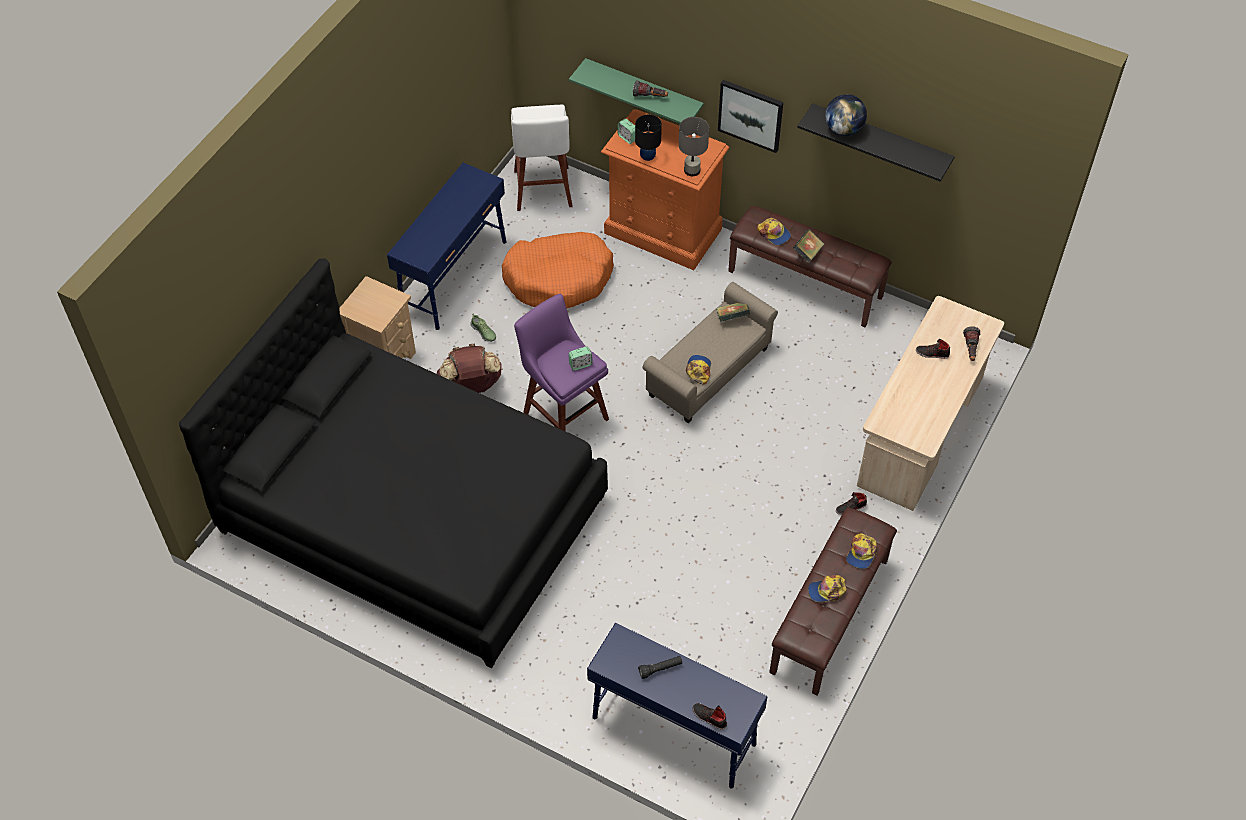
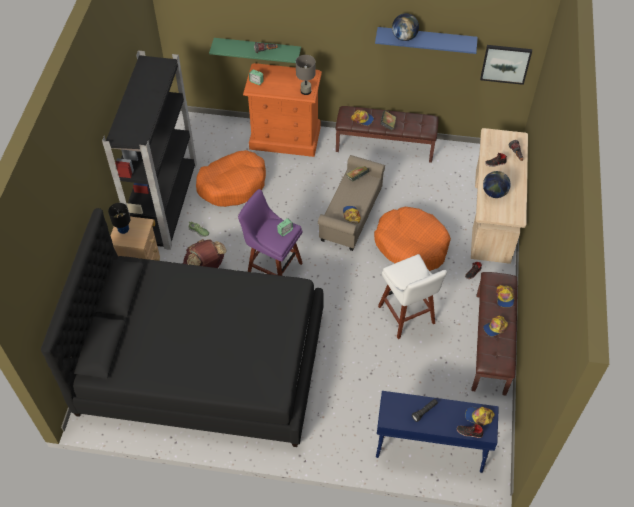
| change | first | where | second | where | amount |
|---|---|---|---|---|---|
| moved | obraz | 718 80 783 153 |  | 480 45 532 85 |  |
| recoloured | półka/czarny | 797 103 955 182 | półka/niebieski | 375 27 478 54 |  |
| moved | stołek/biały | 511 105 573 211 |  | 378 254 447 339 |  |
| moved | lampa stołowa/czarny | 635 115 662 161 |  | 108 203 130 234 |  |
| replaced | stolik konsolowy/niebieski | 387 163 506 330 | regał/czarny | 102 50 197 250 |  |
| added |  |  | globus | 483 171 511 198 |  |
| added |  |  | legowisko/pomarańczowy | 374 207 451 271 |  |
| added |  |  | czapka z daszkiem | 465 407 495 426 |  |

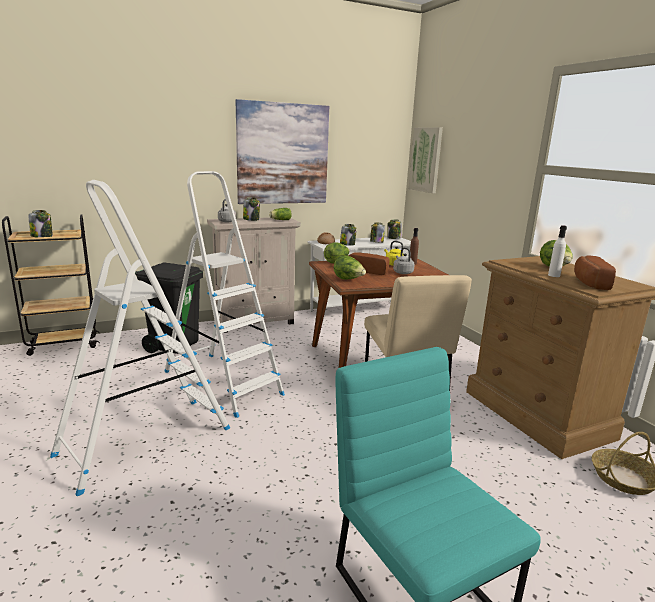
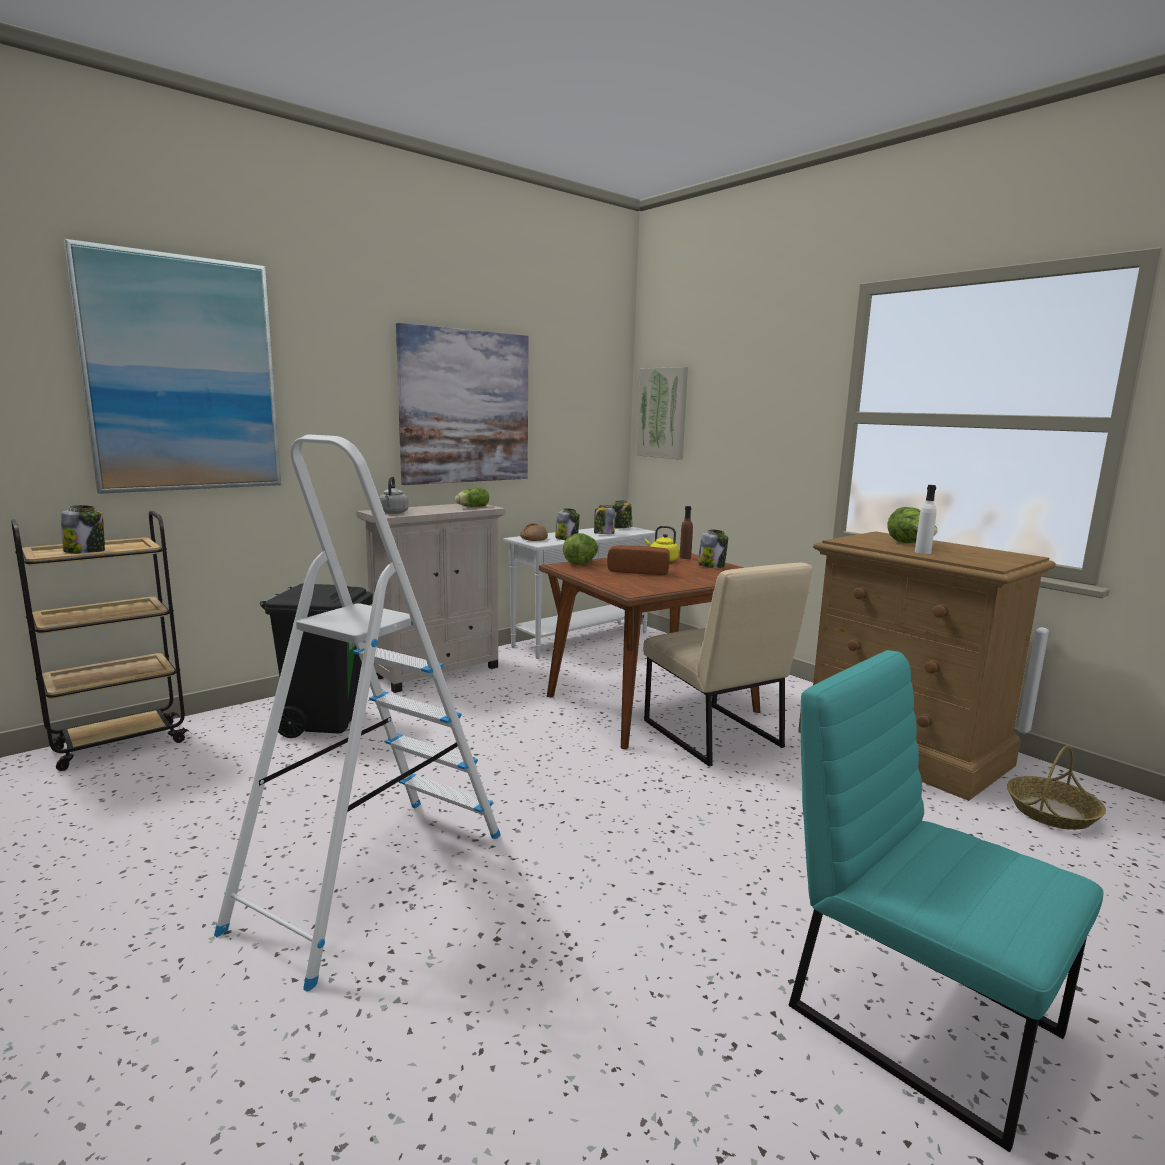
| change | first | where | second | where | amount |
|---|---|---|---|---|---|
| removed | drabinka/biały | 165 171 285 418 |  |  |  |
| moved | słoik | 243 197 260 221 |  | 698 529 728 568 |  |
| removed | czajnik/szary | 393 247 415 274 |  |  |  |
| removed | sałata | 334 256 366 280 |  |  |  |
| removed | chleb | 574 256 616 290 |  |  |  |
| added |  |  | obraz | 64 239 281 494 |  |

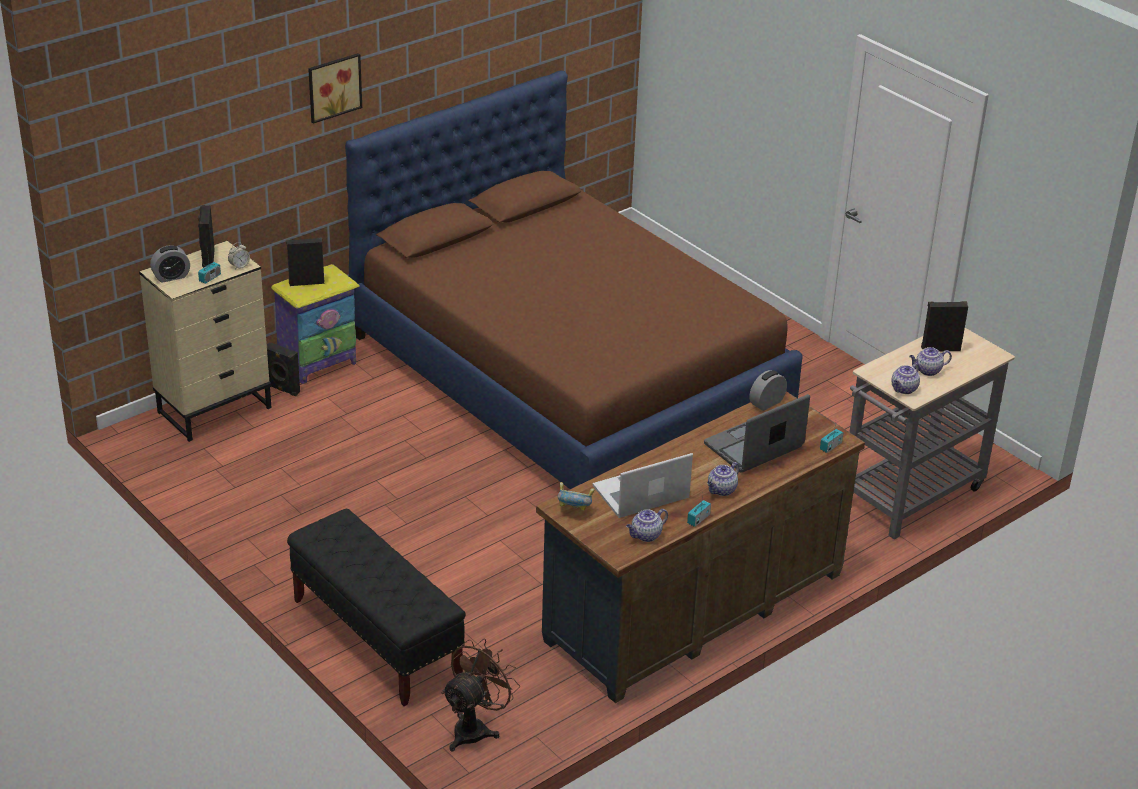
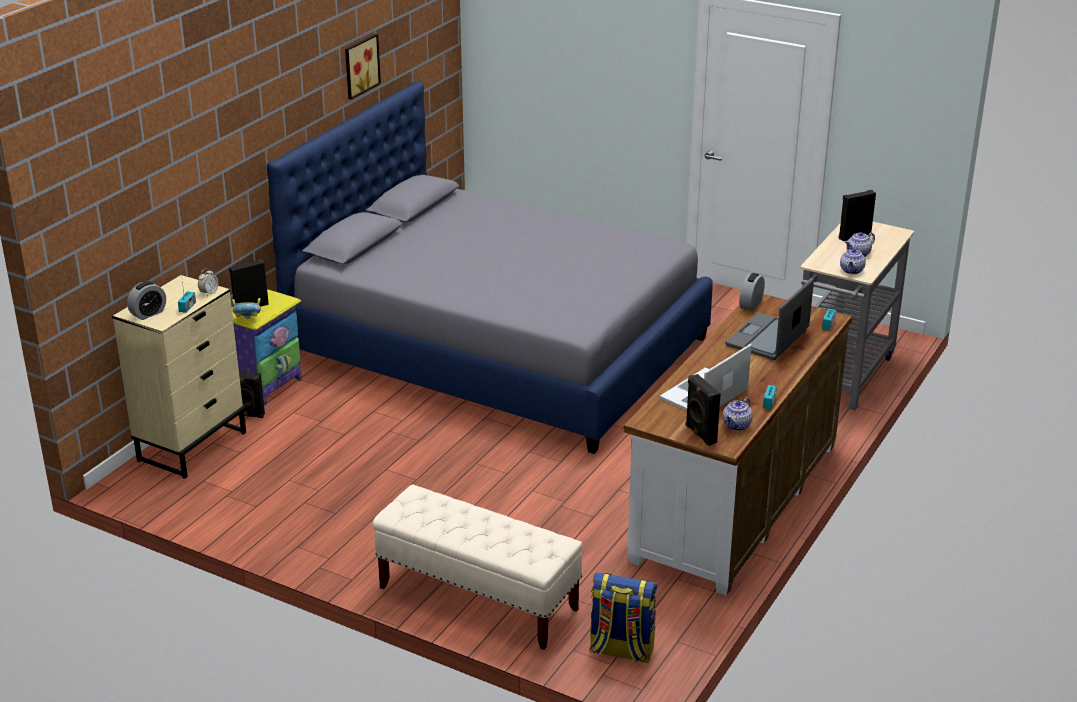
| change | first | where | second | where | amount |
|---|---|---|---|---|---|
| moved | obraz | 308 53 362 124 |  | 345 34 381 100 |  |
| recoloured | łóżko/brązowy | 345 70 803 489 | łóżko/szary | 267 82 712 454 |  |
| moved | głośnik/czarny | 198 205 215 268 |  | 686 374 721 446 |  |
| recoloured | komoda/niebieski | 536 391 865 703 | komoda/biały | 624 294 852 596 |  |
| removed | imbryk | 707 462 739 496 |  |  |  |
| moved | miska | 557 482 594 511 |  | 232 298 261 319 |  |
| recoloured | ławka/czarny | 287 509 466 706 | ławka/beżowy | 373 485 583 650 |  |
| replaced | wentylator/brązowy | 441 639 520 752 | plecak | 589 573 657 663 |  |

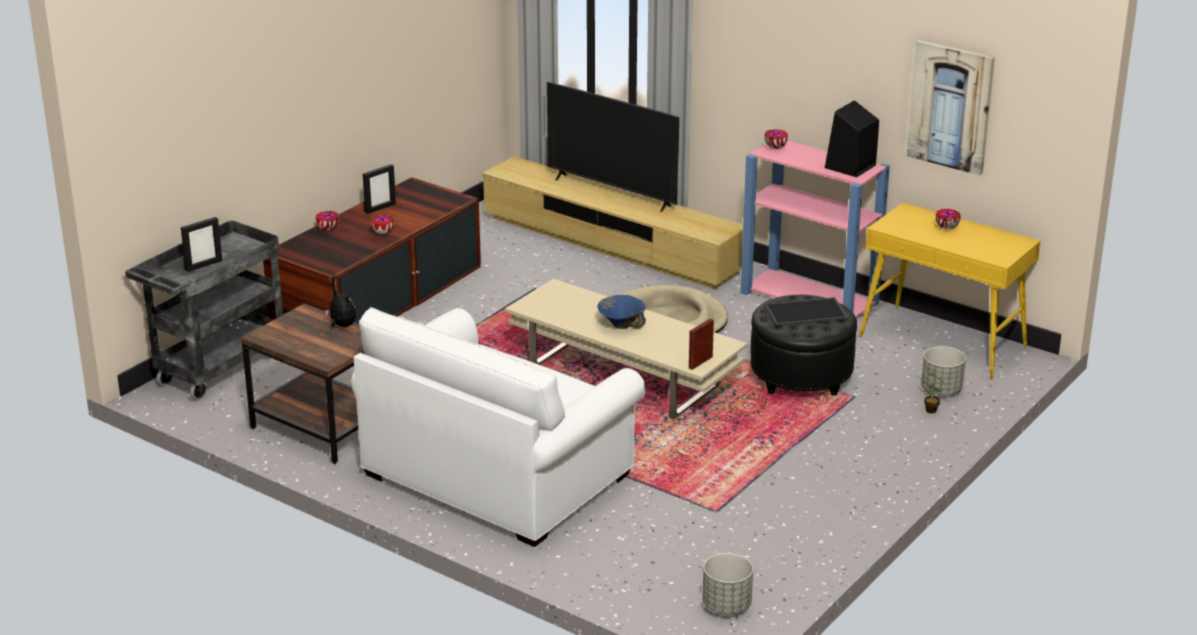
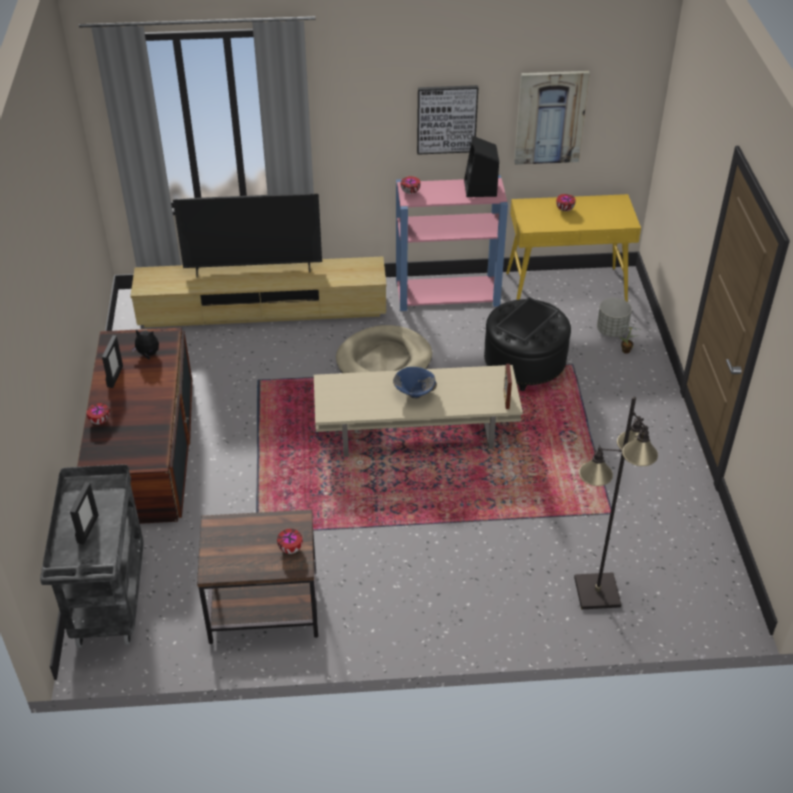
| change | first | where | second | where | amount |
|---|---|---|---|---|---|
| moved | miska | 371 214 394 234 |  | 277 529 303 554 |  |
| moved | pluszak | 325 288 356 327 |  | 132 330 159 359 |  |
| removed | kanapa/biały | 351 307 646 547 |  |  |  |
| removed | donica/szary | 703 553 753 615 |  |  |  |
| added |  |  | obraz | 417 85 478 155 |  |
| added |  |  | lampa stojąca/czarny | 574 397 658 610 |  |

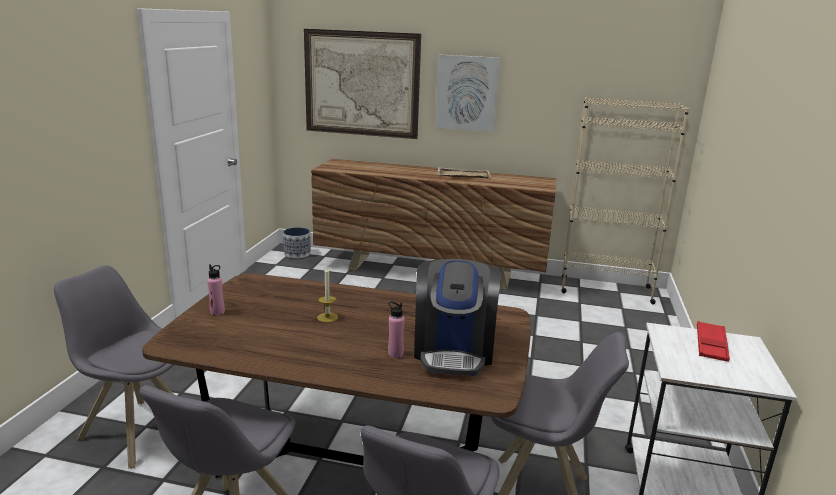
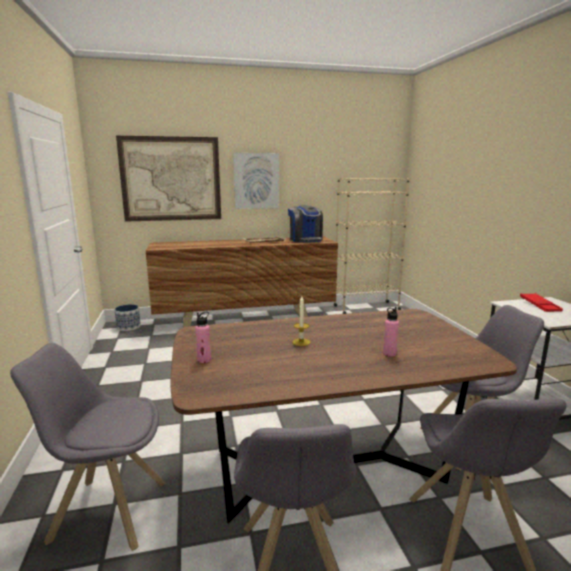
| change | first | where | second | where | amount |
|---|---|---|---|---|---|
| moved | ekspres do kawy | 414 259 501 376 |  | 288 205 323 243 |  |

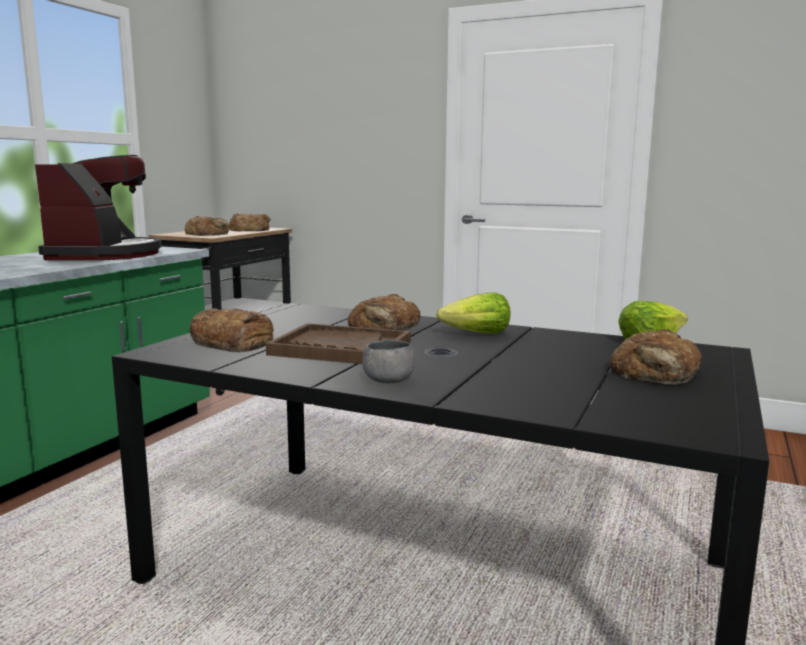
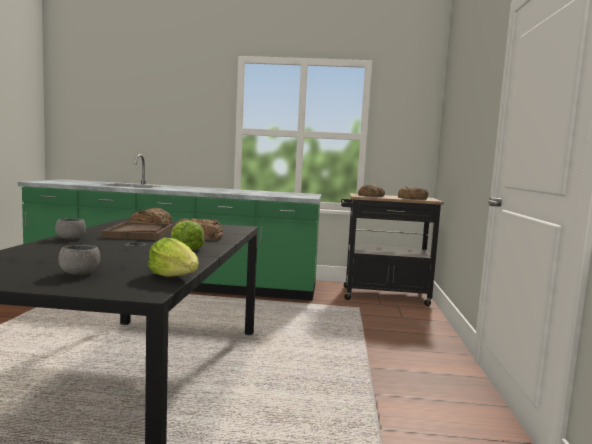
| change | first | where | second | where | amount |
|---|---|---|---|---|---|
| removed | ekspres do kawy | 35 155 161 261 |  |  |  |
| replaced | chleb | 610 329 702 384 | miska/szary | 58 245 100 275 |  |

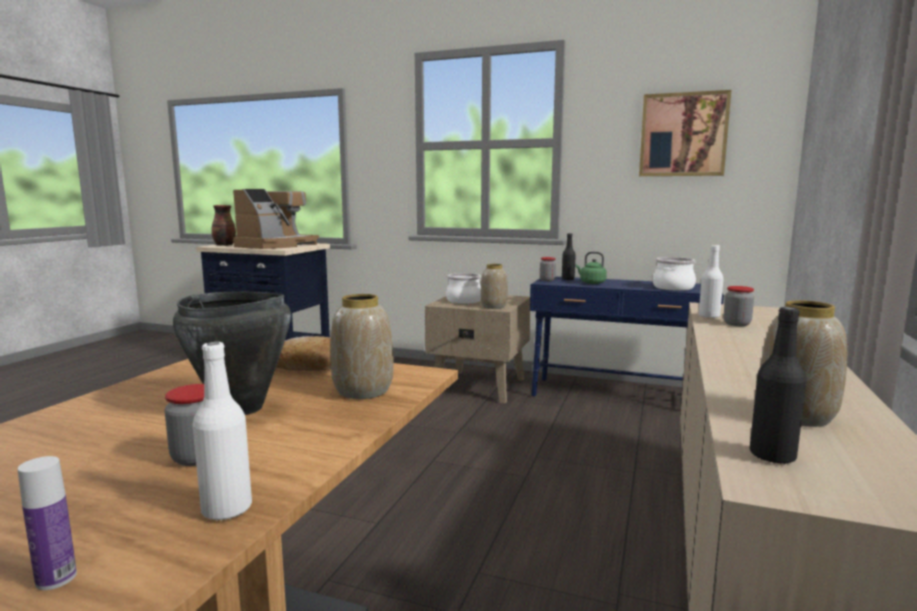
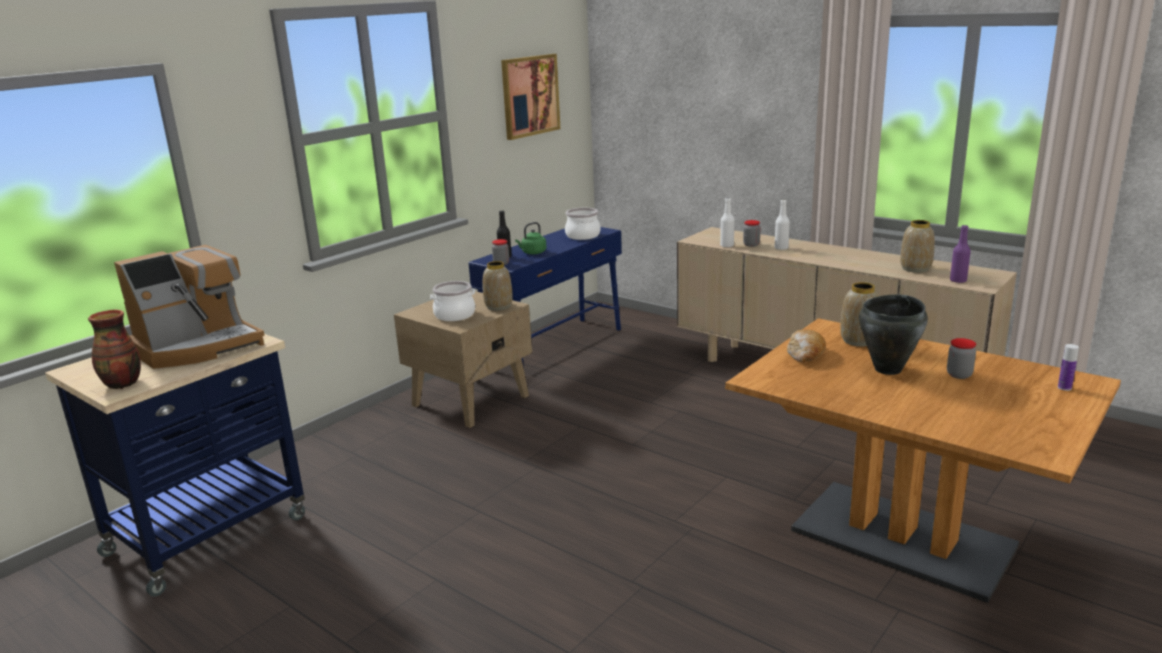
| change | first | where | second | where | amount |
|---|---|---|---|---|---|
| turned | ekspres do kawy | 233 189 319 249 |  | 114 245 265 369 | 90 degrees clockwise |
| recoloured | butelka/czarny | 750 307 807 464 | butelka/fioletowy | 950 225 971 283 |  |
| moved | butelka/biały | 193 342 252 521 |  | 775 199 790 250 |  |

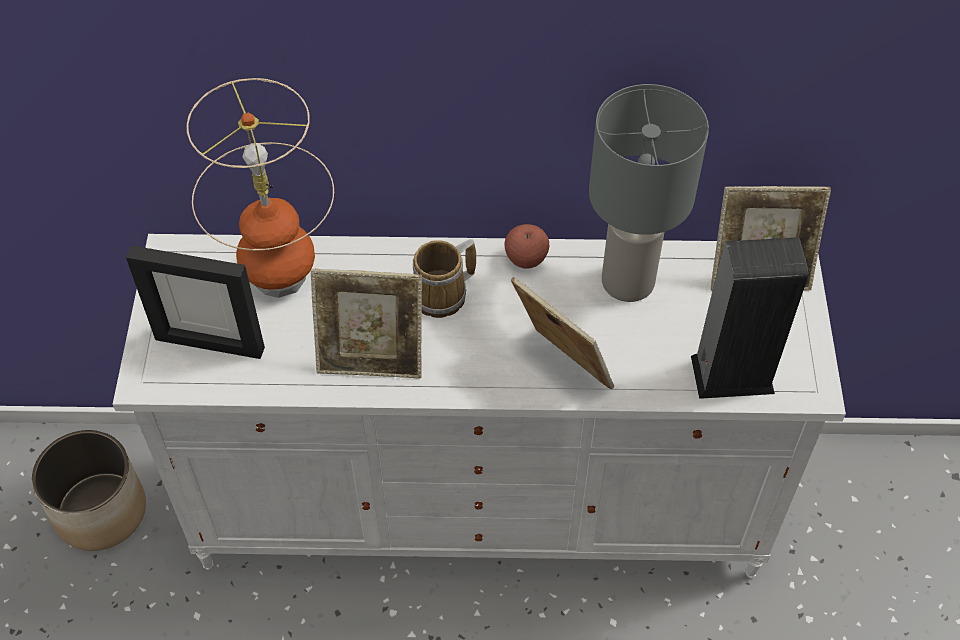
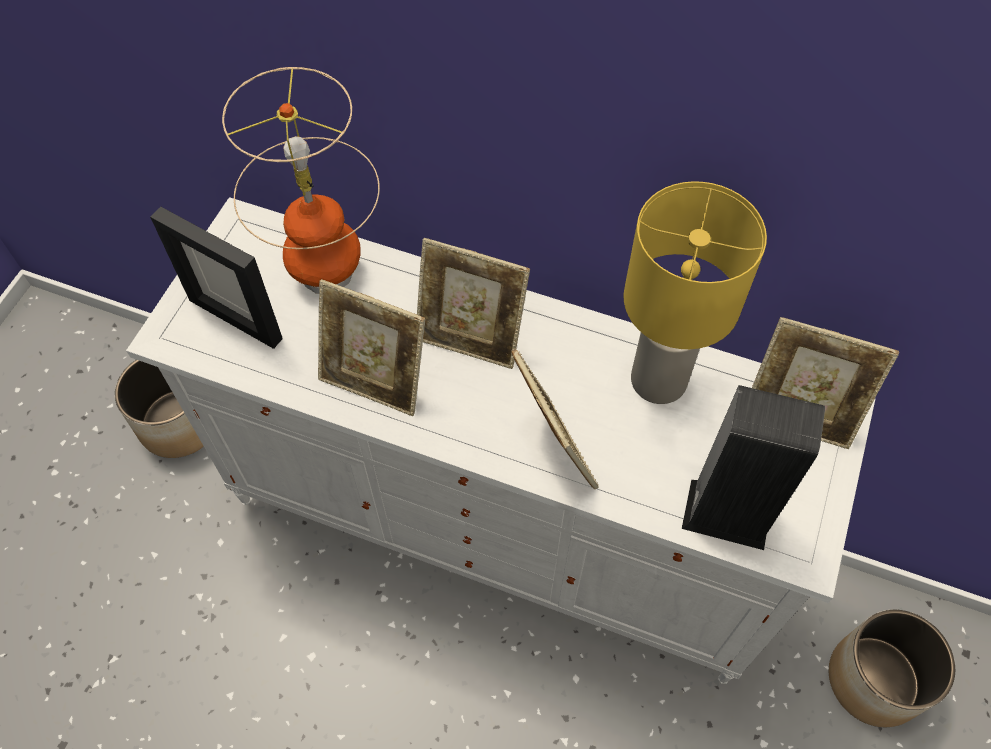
| change | first | where | second | where | amount |
|---|---|---|---|---|---|
| recoloured | lampa stołowa/szary | 589 84 709 302 | lampa stołowa/żółty | 624 181 767 404 |  |
| removed | jabłko | 505 224 549 269 |  |  |  |
| replaced | kubek | 413 239 476 318 | ramka na zdjęcie | 417 238 530 369 |  |
| added |  |  | donica | 829 609 955 727 |  |

